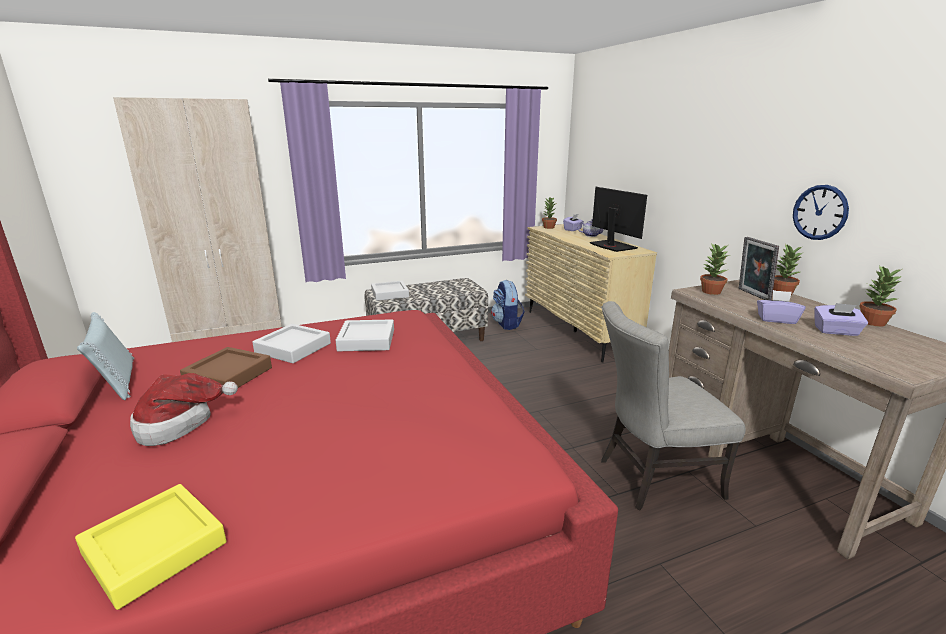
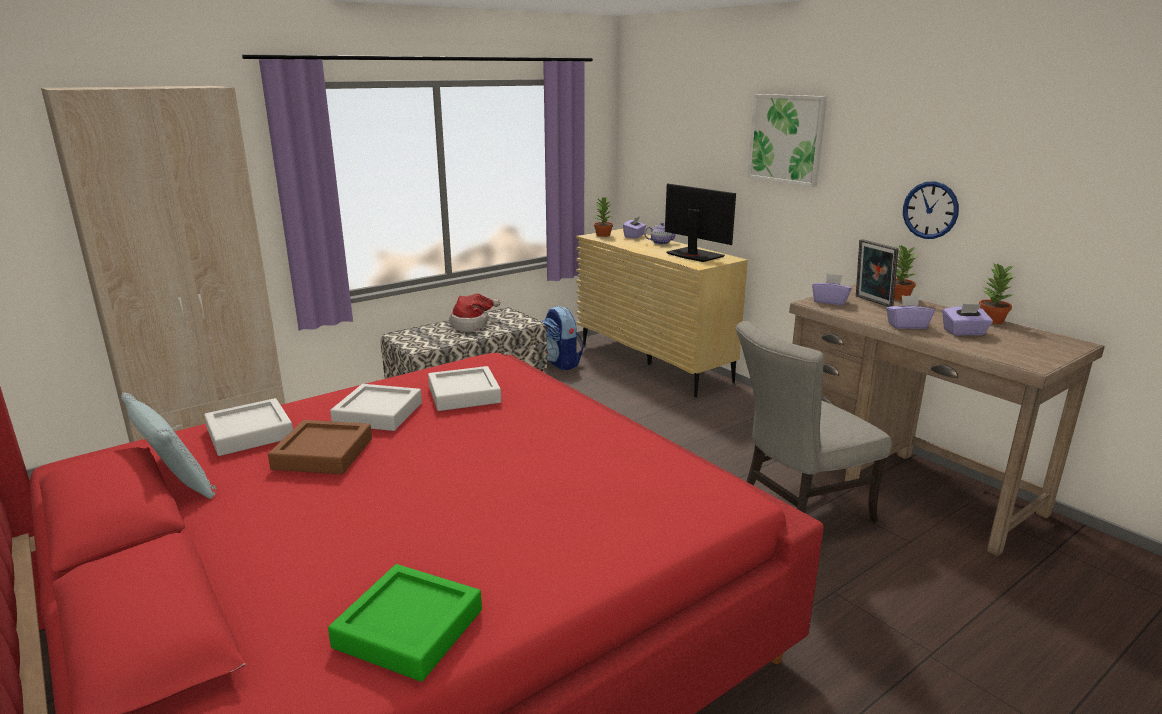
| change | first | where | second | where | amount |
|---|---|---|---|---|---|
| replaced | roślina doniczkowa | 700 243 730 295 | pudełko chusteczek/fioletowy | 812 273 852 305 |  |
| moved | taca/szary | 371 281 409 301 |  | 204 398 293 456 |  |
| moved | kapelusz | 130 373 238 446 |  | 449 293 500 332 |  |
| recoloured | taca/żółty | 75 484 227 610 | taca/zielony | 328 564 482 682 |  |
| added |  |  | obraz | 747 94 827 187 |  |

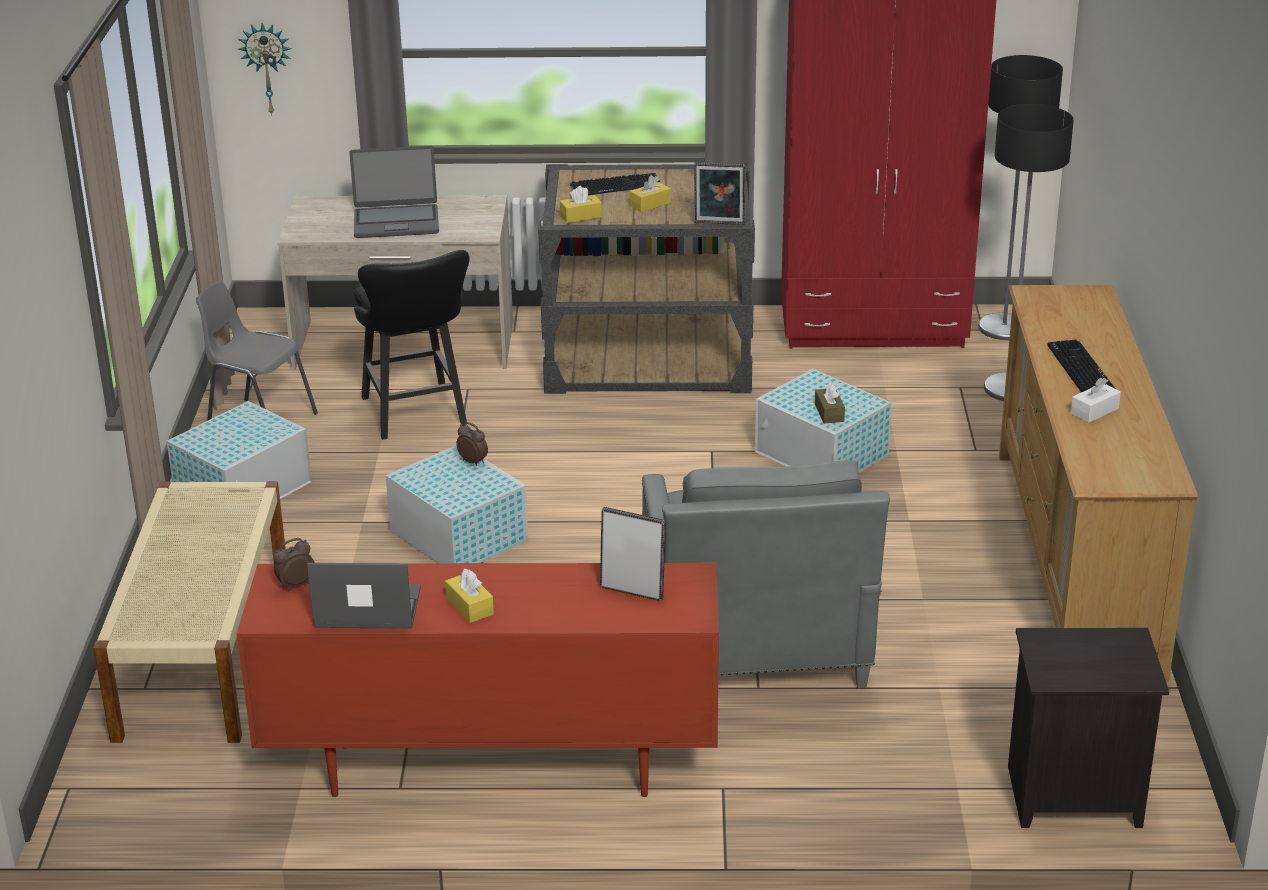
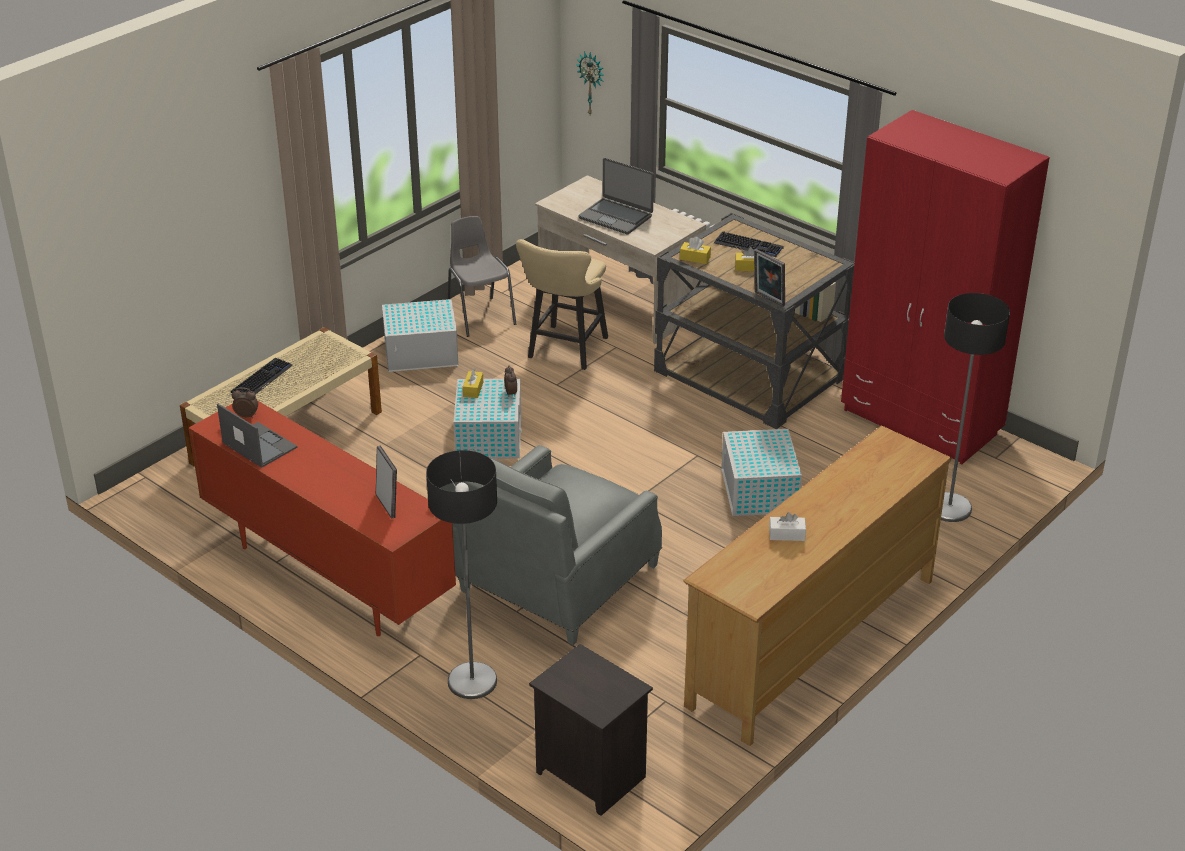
| change | first | where | second | where | amount |
|---|---|---|---|---|---|
| moved | lampa stojąca | 978 55 1063 340 |  | 426 450 497 699 |  |
| recoloured | stołek/czarny | 354 250 469 440 | stołek/beżowy | 516 239 608 370 |  |
| moved | klawiatura | 1047 340 1116 392 |  | 231 358 293 394 |  |
| removed | pudełko chusteczek/brązowy | 815 382 845 424 |  |  |  |
| moved | pudełko chusteczek/żółty | 445 568 494 623 |  | 463 368 483 398 |  |

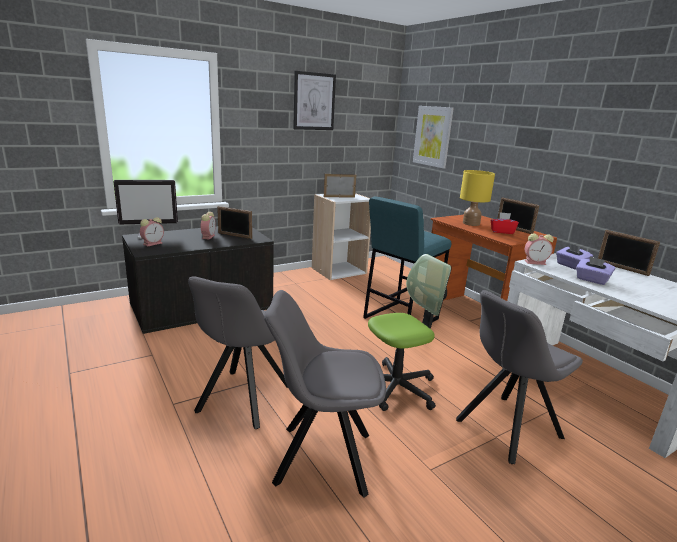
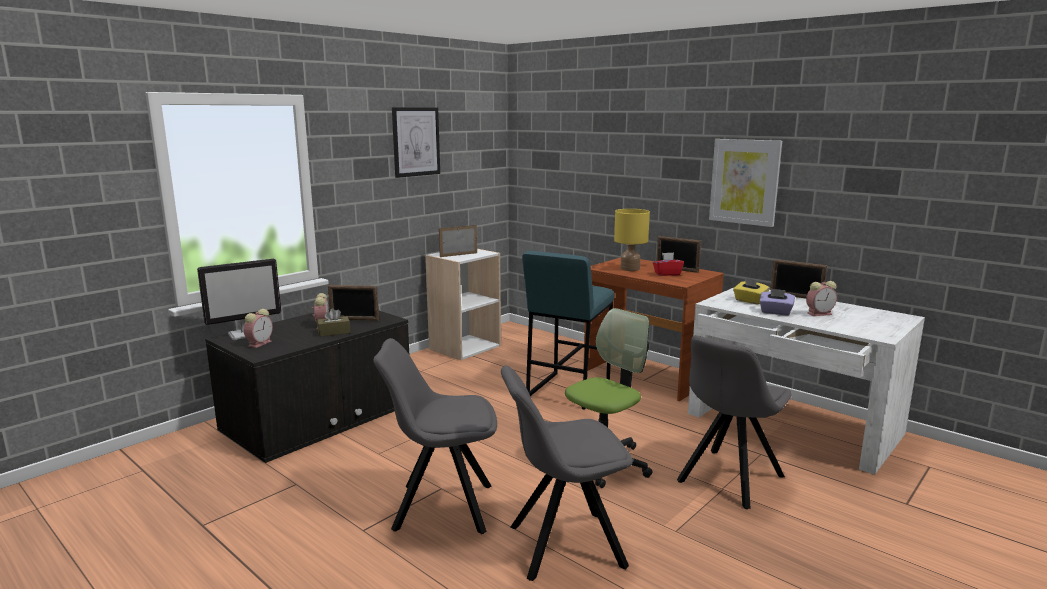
| change | first | where | second | where | amount |
|---|---|---|---|---|---|
| moved | obraz | 413 106 454 168 |  | 709 139 782 227 |  |
| moved | budzik | 525 234 554 265 |  | 806 281 837 316 |  |
| recoloured | pudełko chusteczek/fioletowy | 556 243 593 270 | pudełko chusteczek/żółty | 733 278 770 304 |  |
| turned | krzesło/szary | 188 276 288 429 |  | 373 338 497 534 | 90 degrees clockwise |
| added |  |  | pudełko chusteczek/brązowy | 317 308 350 337 |  |

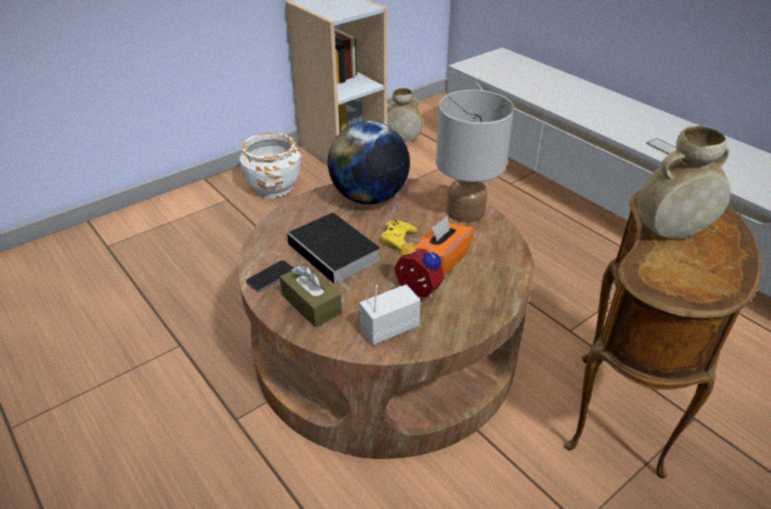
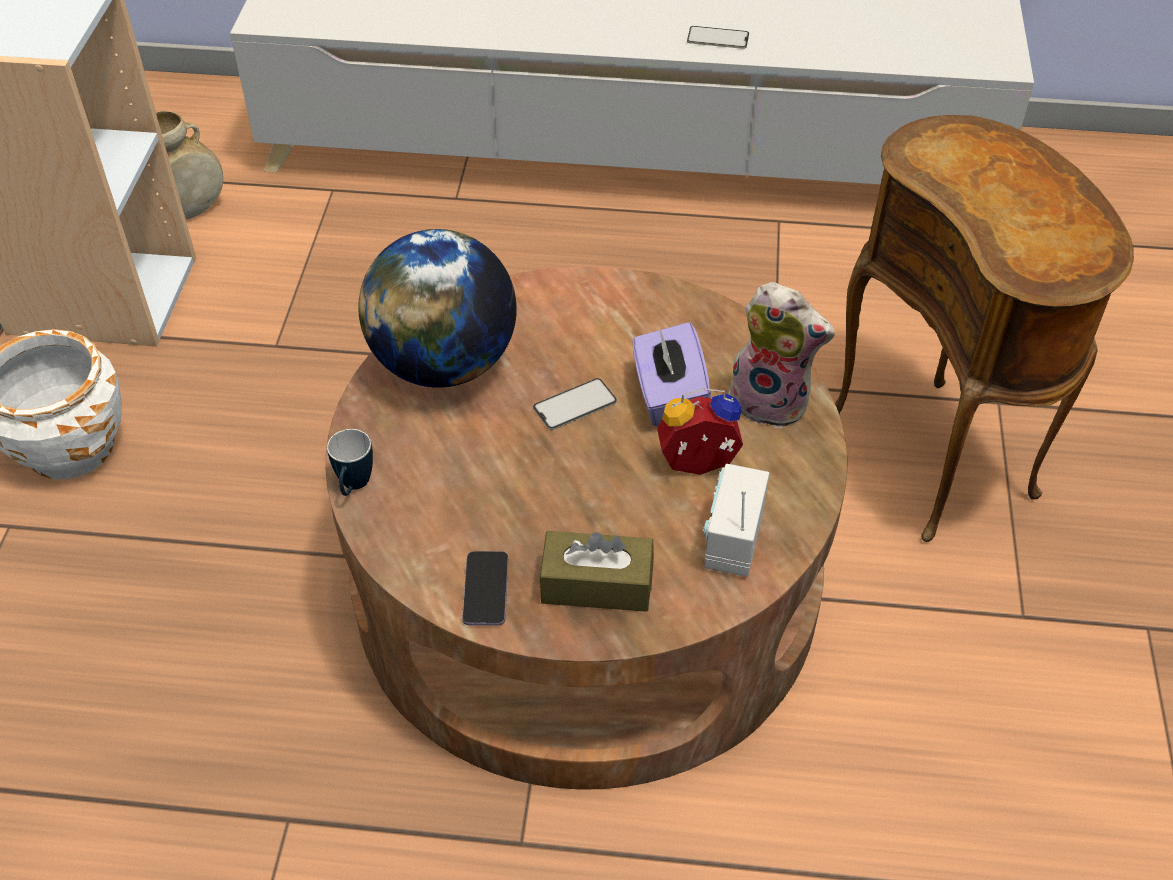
| change | first | where | second | where | amount |
|---|---|---|---|---|---|
| removed | lampa stołowa/szary | 436 90 514 223 |  |  |  |
| removed | wazon/beżowy | 638 126 730 239 |  |  |  |
| removed | książka | 287 213 380 290 |  |  |  |
| recoloured | pudełko chusteczek/pomarańczowy | 416 216 474 275 | pudełko chusteczek/fioletowy | 633 322 711 426 |  |
| replaced | pad do gier/żółty | 381 220 417 250 | telefon | 533 378 617 430 |  |
| added |  |  | pluszak | 728 282 835 429 |  |
| added |  |  | kubek | 327 429 373 496 |  |

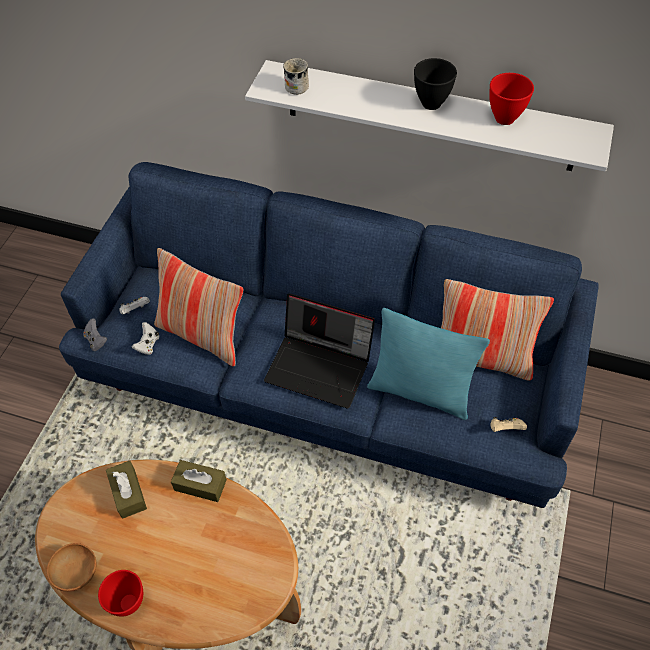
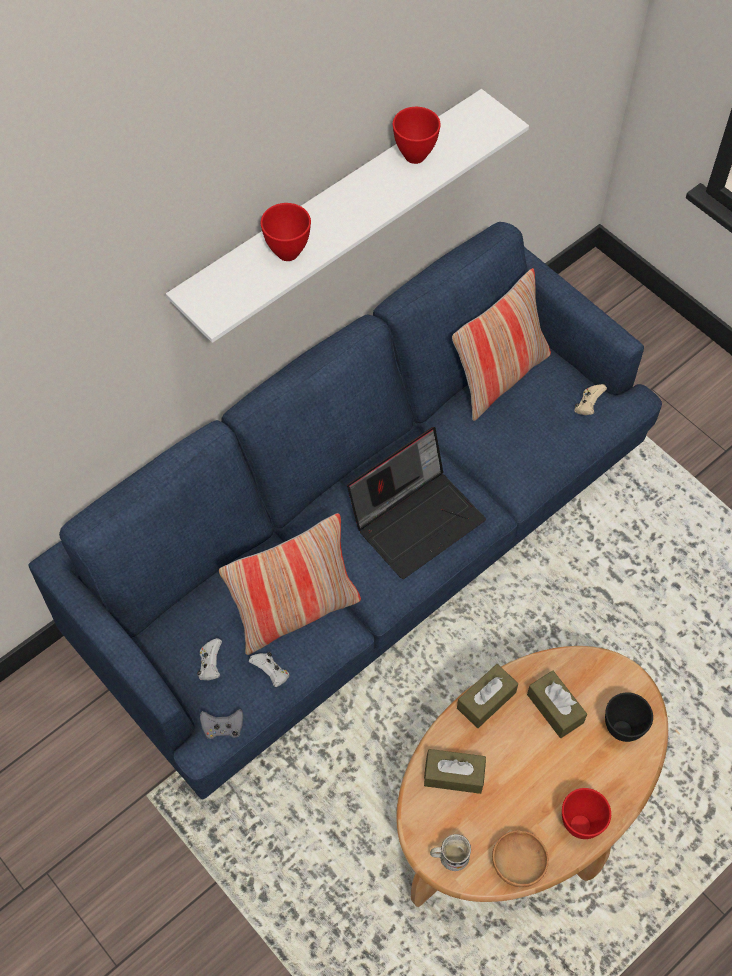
| change | first | where | second | where | amount |
|---|---|---|---|---|---|
| moved | kubek/biały | 283 58 309 95 |  | 430 834 471 871 |  |
| moved | miska/czarny | 414 58 457 110 |  | 605 692 653 742 |  |
| removed | poduszka/turkusowy | 367 308 490 420 |  |  |  |
| added |  |  | miska/czerwony | 261 203 311 261 |  |
| added |  |  | pudełko chusteczek/brązowy | 527 670 587 738 |  |

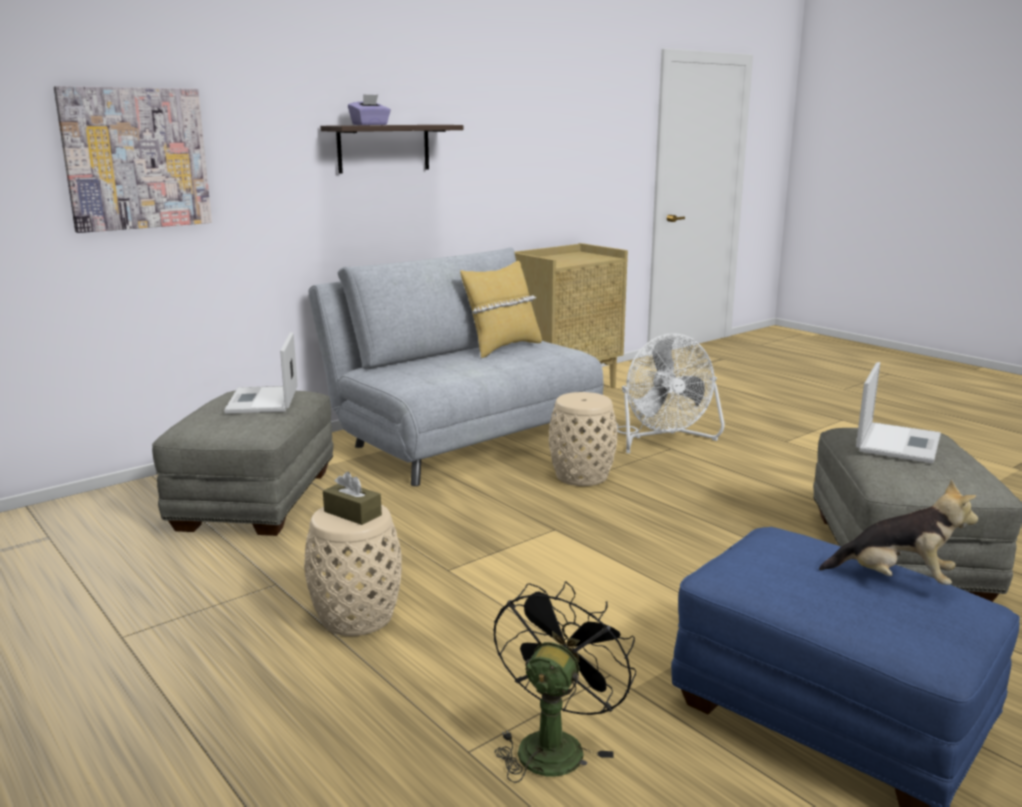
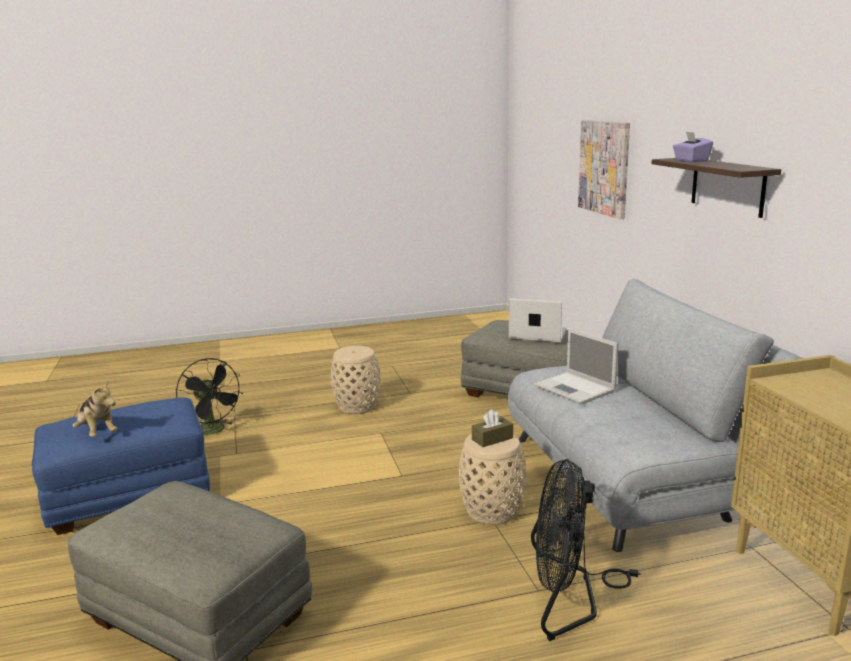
| change | first | where | second | where | amount |
|---|---|---|---|---|---|
| removed | poduszka/żółty | 460 261 542 358 |  |  |  |
| recoloured | wentylator/biały | 616 333 725 453 | wentylator/czarny | 531 459 640 641 |  |
| moved | laptop | 856 362 941 463 |  | 534 328 619 405 |  |
| moved | pudełko chusteczek/brązowy | 323 472 382 525 |  | 472 409 513 447 |  |
| turned | pluszak | 819 480 978 585 |  | 72 380 118 437 | 90 degrees counterclockwise |

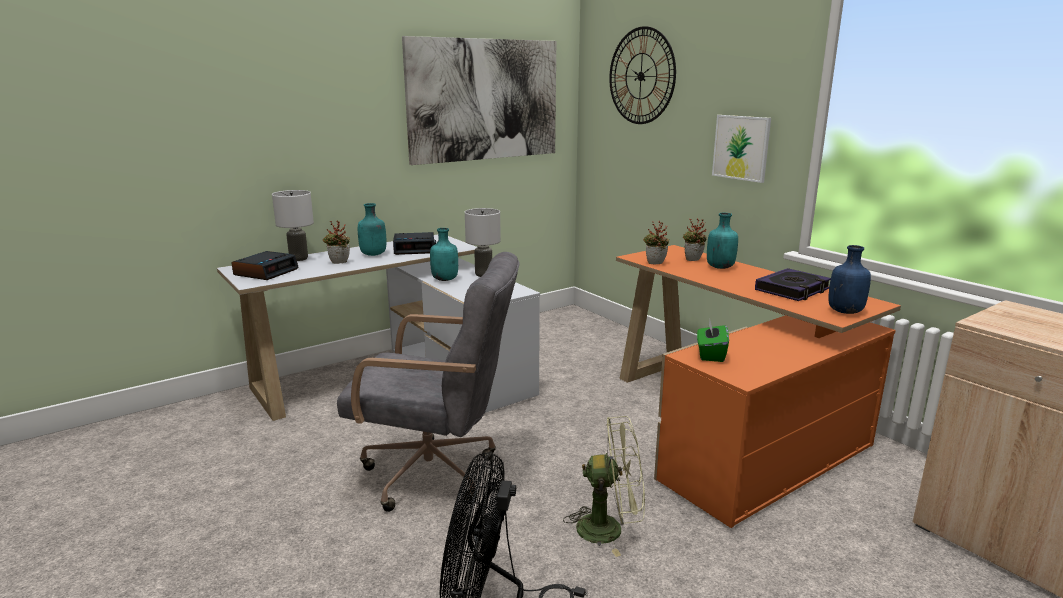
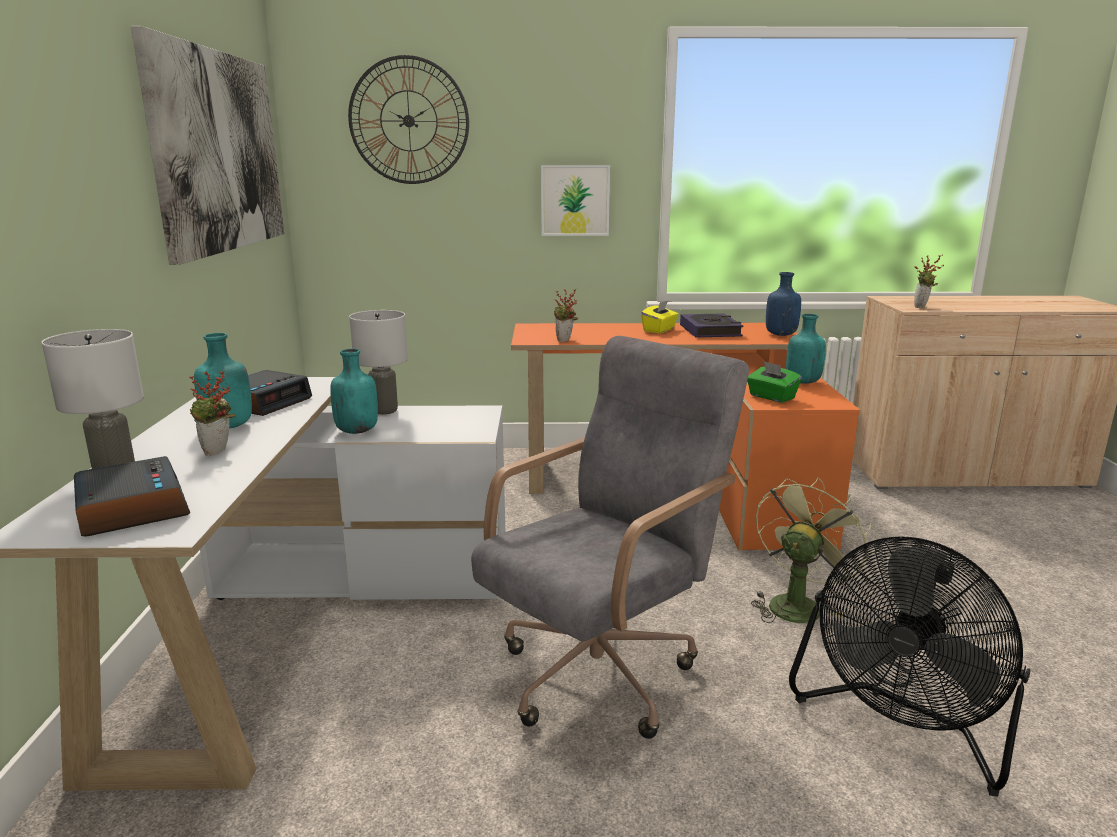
| change | first | where | second | where | amount |
|---|---|---|---|---|---|
| moved | butelka/turkusowy | 707 213 738 269 |  | 786 314 826 384 |  |
| moved | roślina doniczkowa | 683 218 707 261 |  | 914 255 944 309 |  |
| added |  |  | pudełko chusteczek/żółty | 641 300 679 334 |  |

